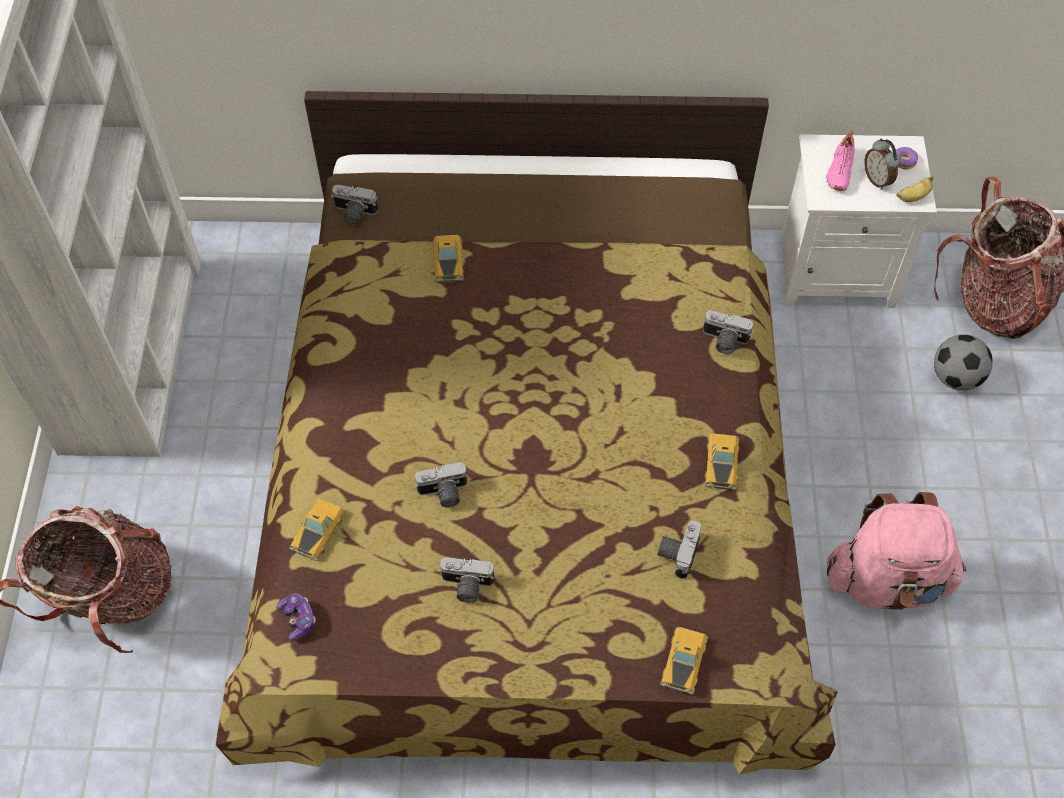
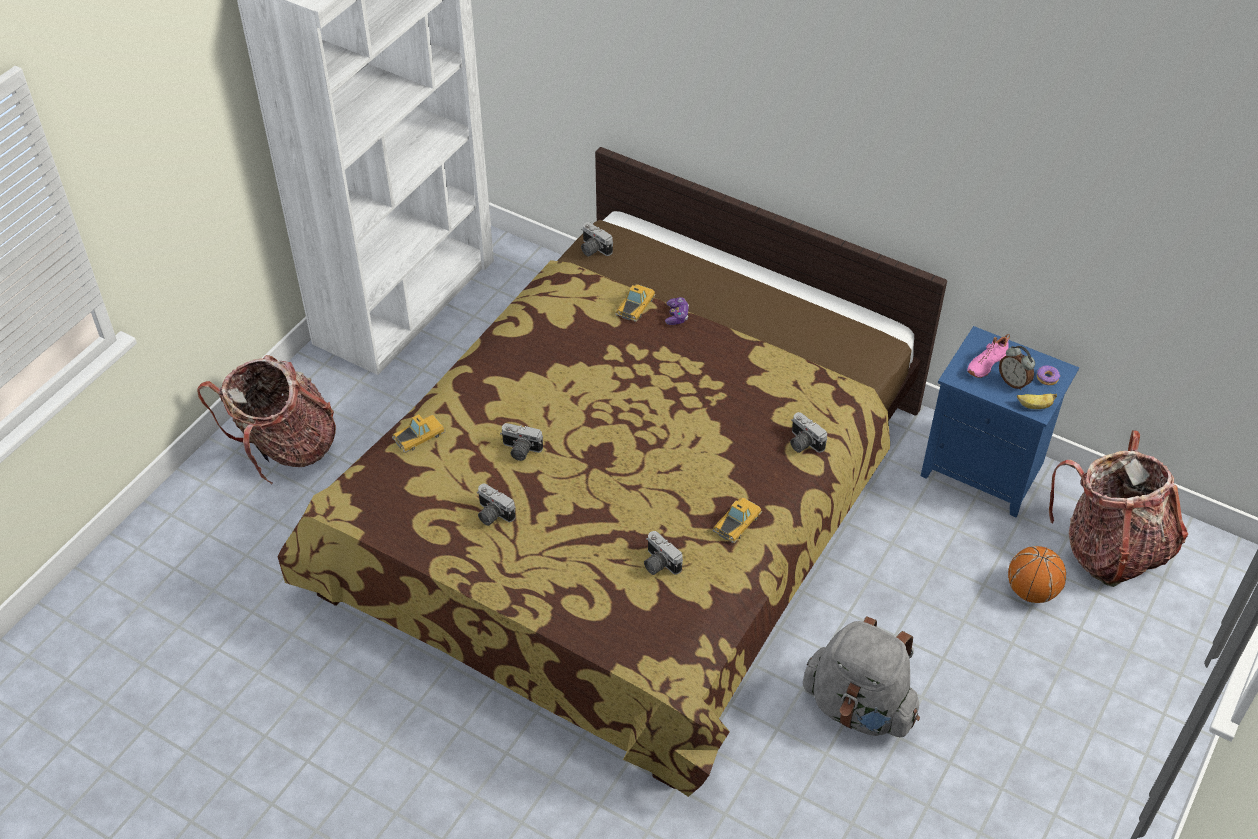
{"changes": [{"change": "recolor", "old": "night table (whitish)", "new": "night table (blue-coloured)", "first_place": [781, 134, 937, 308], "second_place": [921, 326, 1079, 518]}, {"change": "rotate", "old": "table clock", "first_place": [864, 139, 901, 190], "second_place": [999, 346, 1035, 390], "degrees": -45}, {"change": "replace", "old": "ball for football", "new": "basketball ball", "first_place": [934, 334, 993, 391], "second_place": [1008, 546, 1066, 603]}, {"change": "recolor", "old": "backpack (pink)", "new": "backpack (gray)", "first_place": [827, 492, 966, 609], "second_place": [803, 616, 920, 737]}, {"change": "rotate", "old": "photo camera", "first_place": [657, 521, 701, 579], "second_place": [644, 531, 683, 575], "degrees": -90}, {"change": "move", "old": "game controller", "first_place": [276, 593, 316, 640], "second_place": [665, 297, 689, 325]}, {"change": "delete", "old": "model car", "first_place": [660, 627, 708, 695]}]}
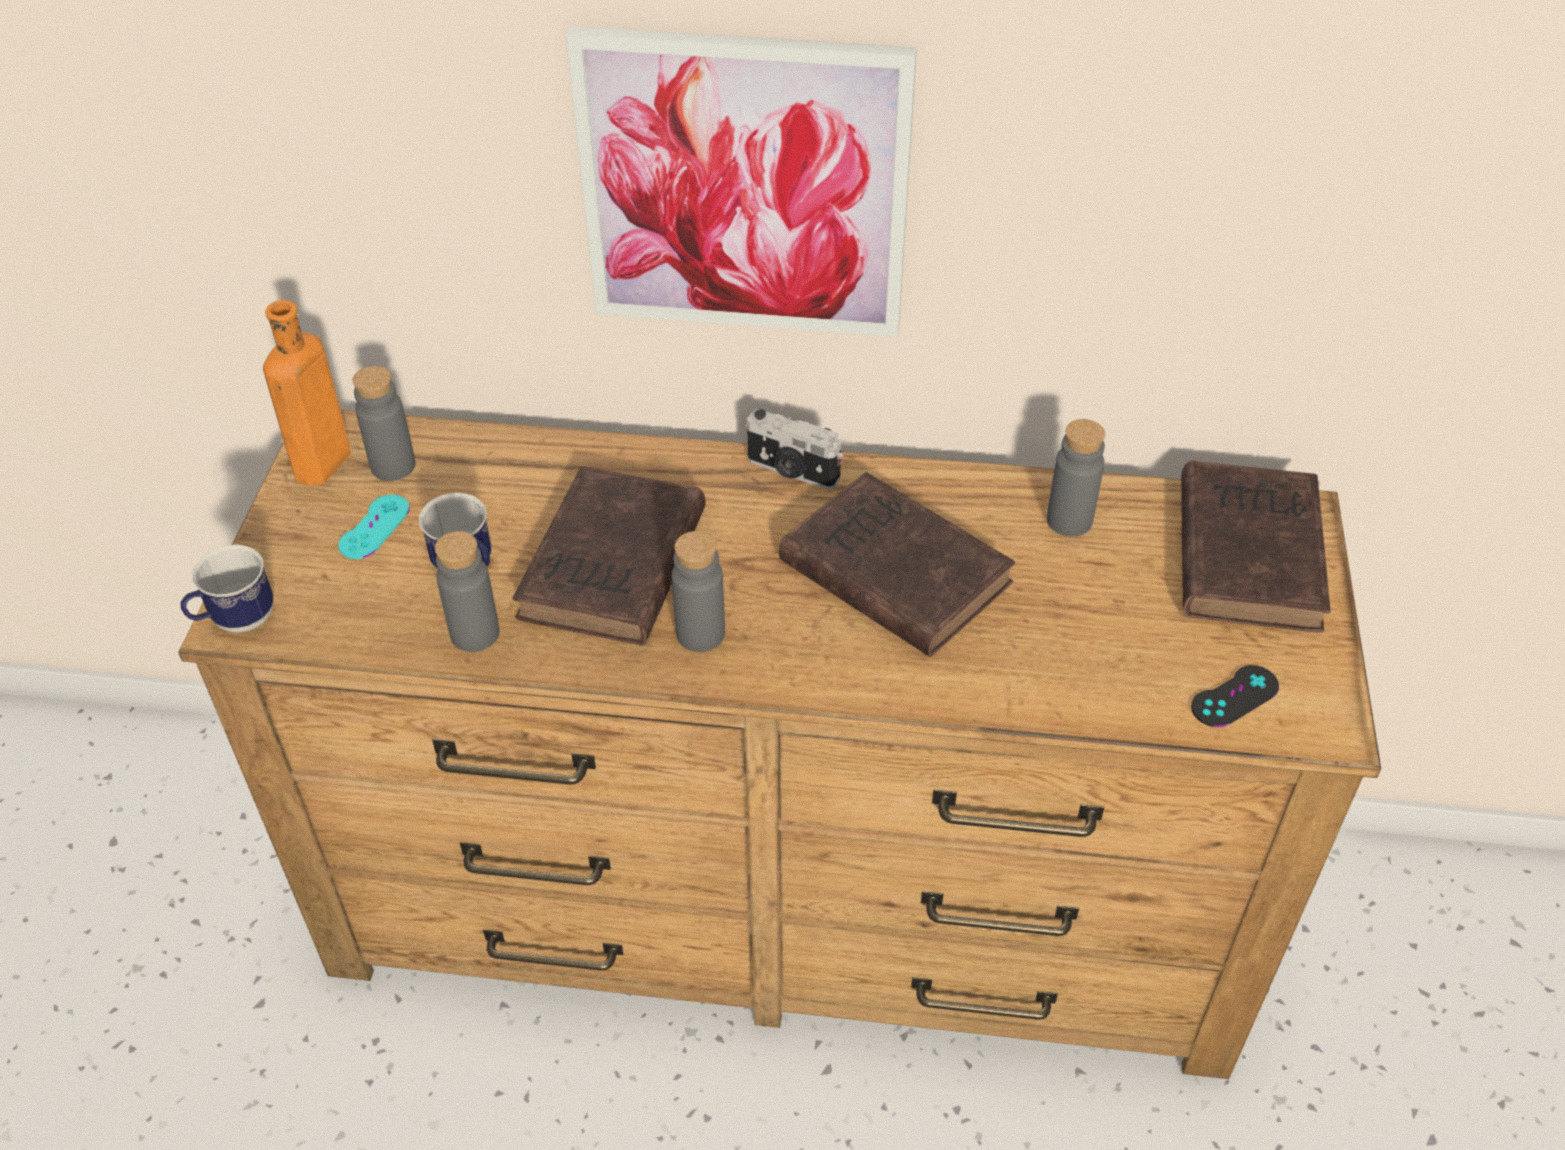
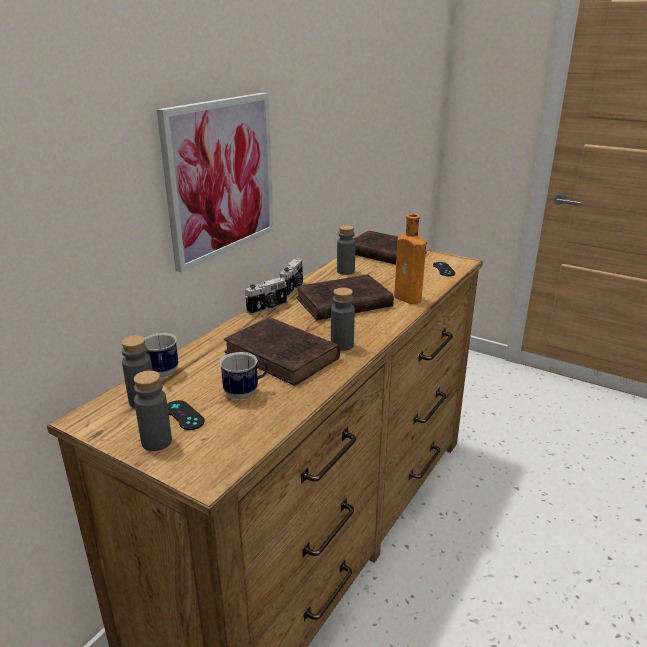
{"changes": [{"change": "move", "old": "bottle (orange-coloured)", "first_place": [263, 300, 351, 486], "second_place": [394, 214, 426, 304]}, {"change": "recolor", "old": "game controller (turquoise-coloured)", "new": "game controller (black-coloured)", "first_place": [338, 494, 410, 559], "second_place": [167, 400, 205, 430]}, {"change": "move", "old": "bottle (gray)", "first_place": [435, 531, 499, 652], "second_place": [134, 370, 172, 451]}, {"change": "move", "old": "coffee mug", "first_place": [181, 545, 273, 633], "second_place": [145, 333, 178, 378]}, {"change": "insert", "new": "photo camera", "second_place": [280, 258, 303, 297]}]}
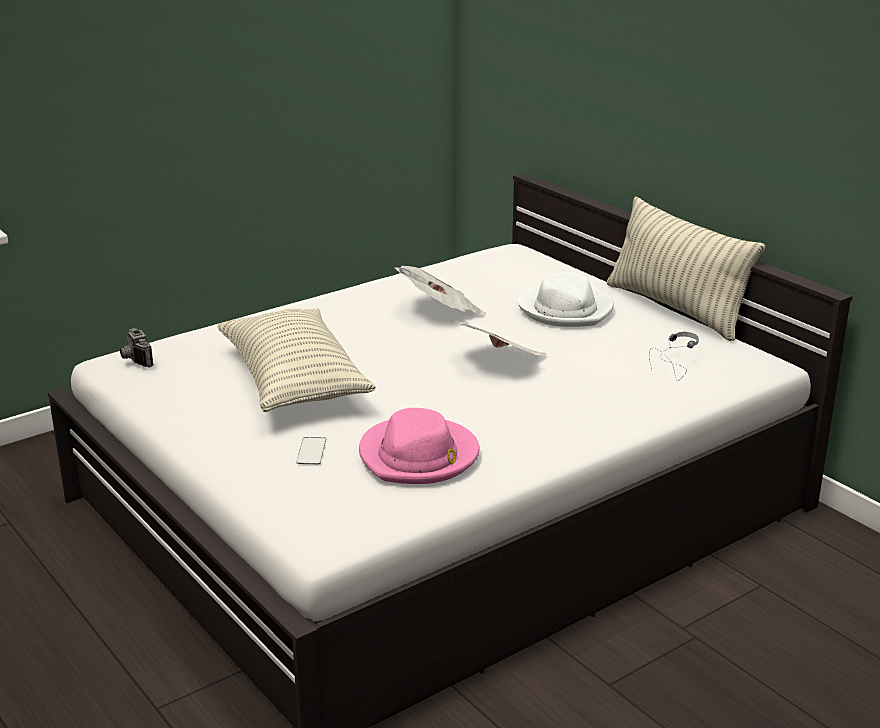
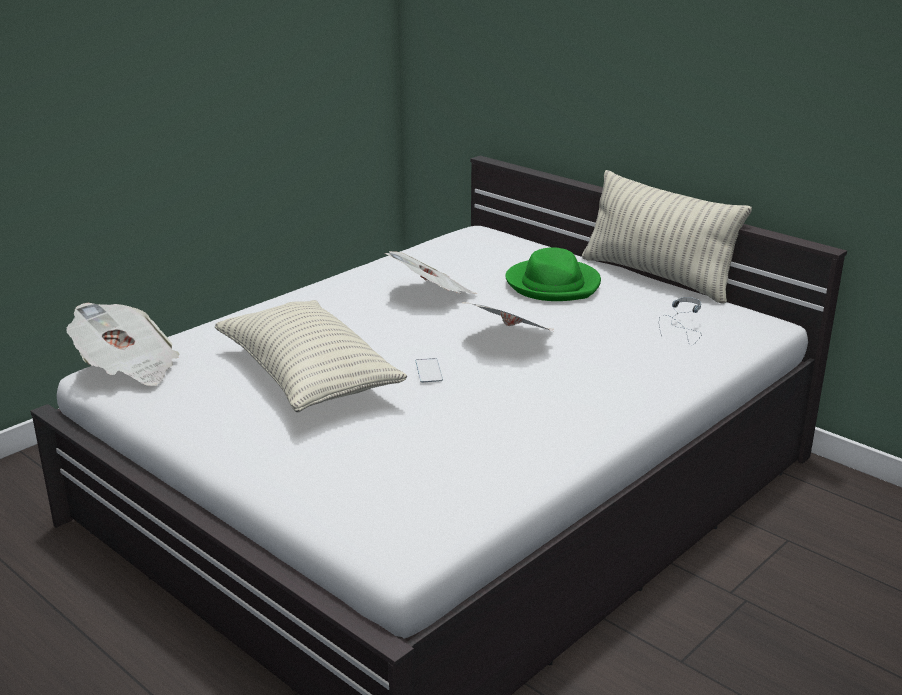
{"changes": [{"change": "recolor", "old": "hat (whitish)", "new": "hat (green-coloured)", "first_place": [517, 272, 614, 327], "second_place": [505, 247, 601, 301]}, {"change": "replace", "old": "photo camera", "new": "printed paper", "first_place": [120, 328, 154, 368], "second_place": [66, 303, 179, 386]}, {"change": "delete", "old": "hat (pink)", "first_place": [359, 408, 480, 484]}, {"change": "move", "old": "phone", "first_place": [296, 437, 326, 464], "second_place": [415, 358, 443, 382]}]}
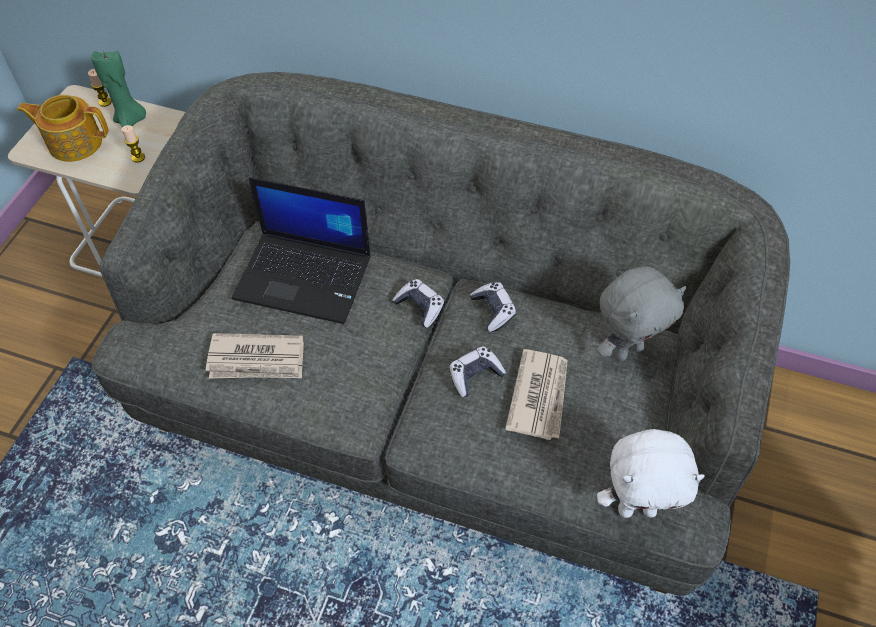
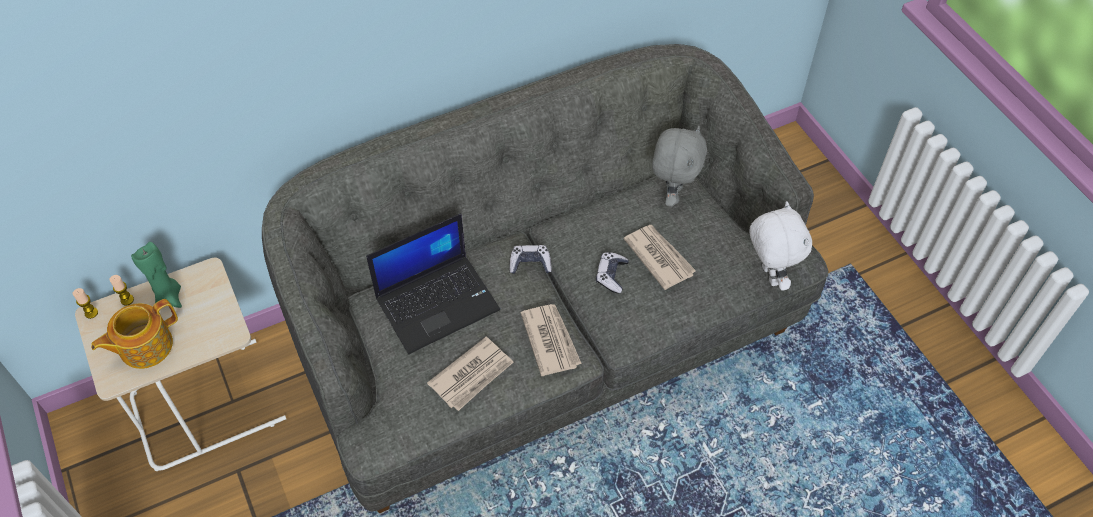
{"changes": [{"change": "move", "old": "wax candle", "first_place": [121, 125, 145, 163], "second_place": [73, 288, 98, 319]}, {"change": "delete", "old": "game controller", "first_place": [470, 282, 516, 332]}, {"change": "rotate", "old": "cuddly toy (whitish)", "first_place": [597, 429, 705, 518], "second_place": [750, 201, 812, 291], "degrees": -60}, {"change": "insert", "new": "printed paper", "second_place": [521, 304, 582, 376]}]}
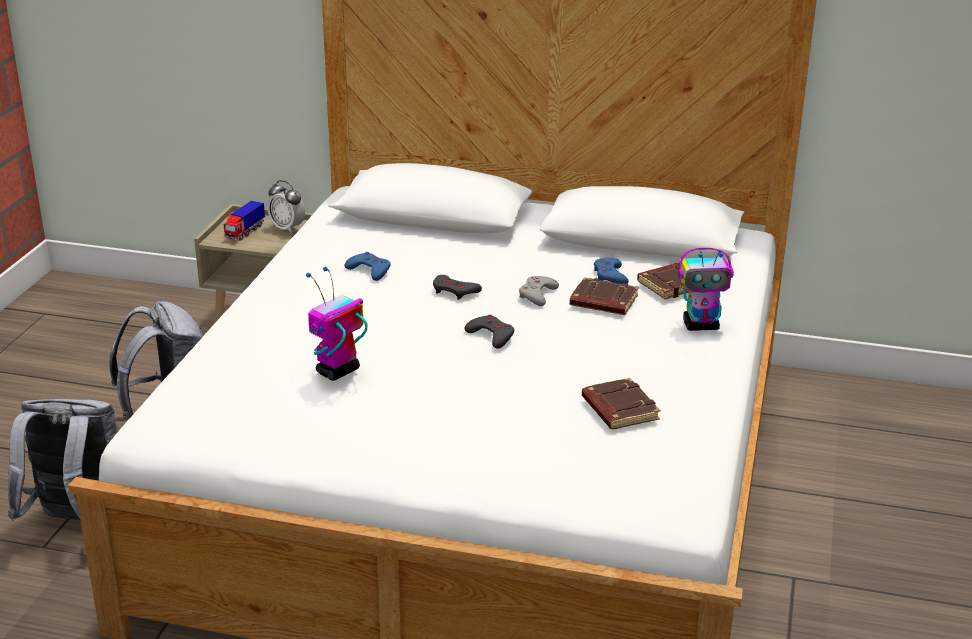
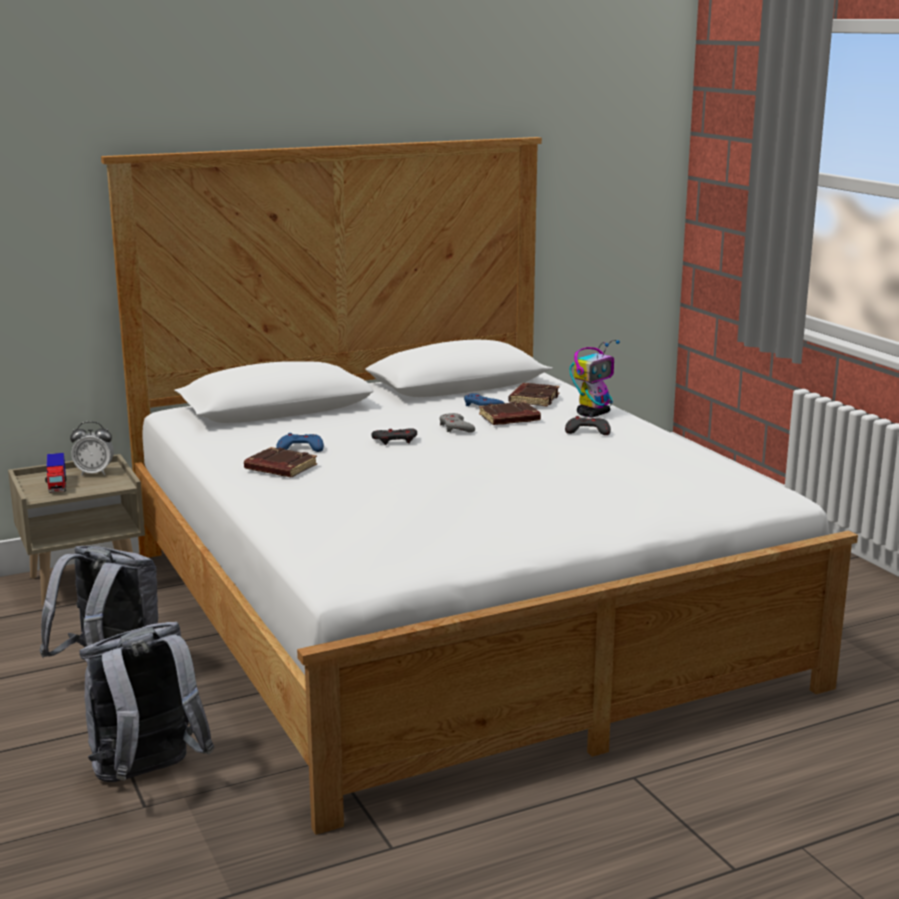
{"changes": [{"change": "delete", "old": "model robot", "first_place": [306, 266, 367, 381]}, {"change": "move", "old": "game controller (gray)", "first_place": [464, 315, 514, 348], "second_place": [565, 416, 611, 435]}, {"change": "move", "old": "volume (brown)", "first_place": [582, 378, 660, 429], "second_place": [244, 447, 317, 477]}]}
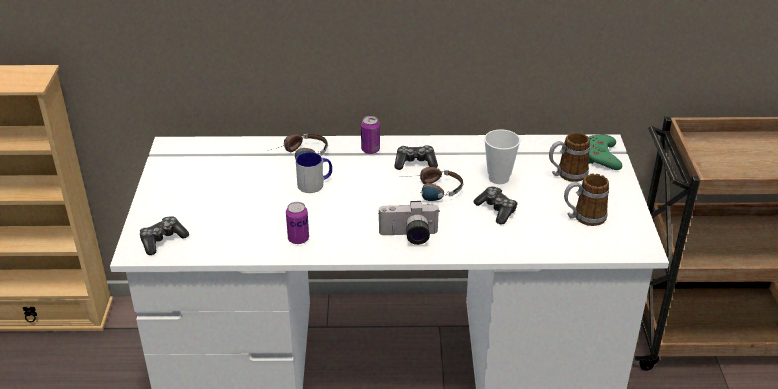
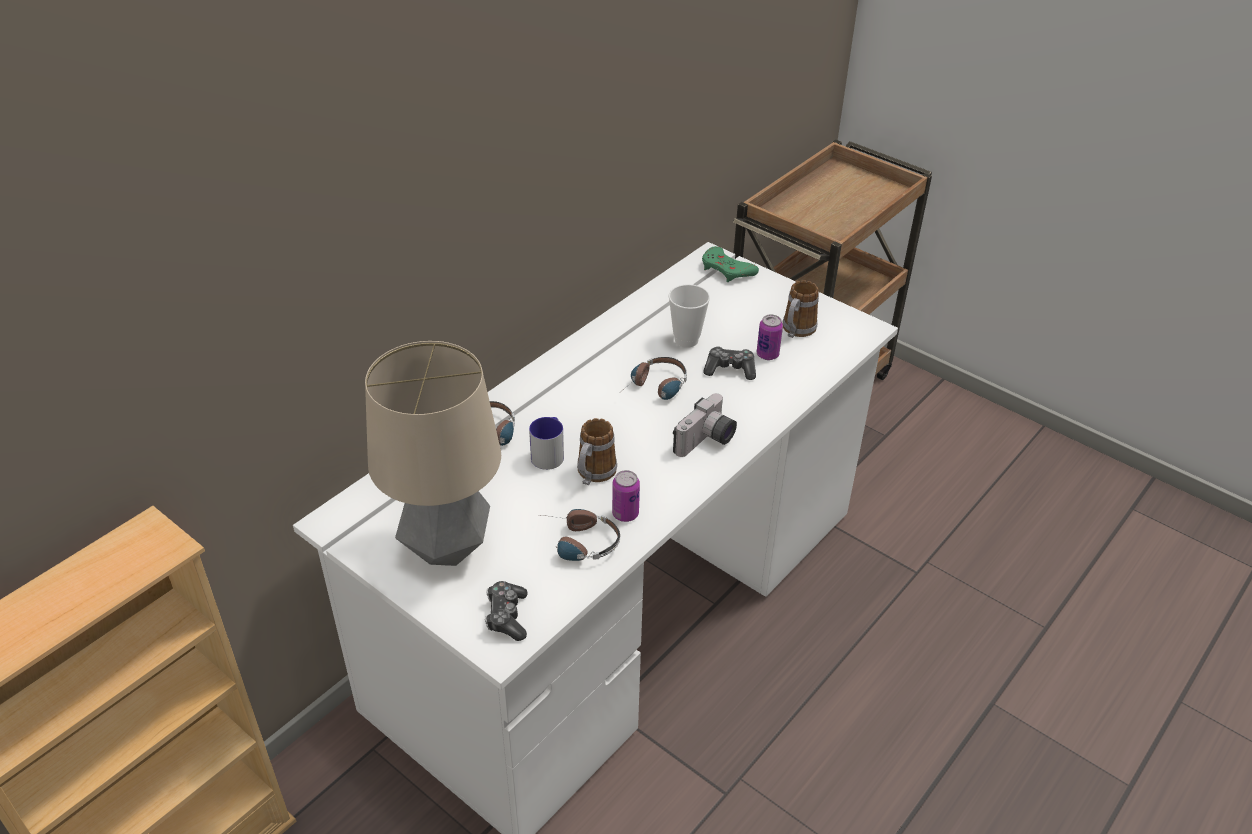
{"changes": [{"change": "move", "old": "metal can", "first_place": [361, 116, 380, 154], "second_place": [757, 314, 783, 360]}, {"change": "move", "old": "coffee mug", "first_place": [549, 132, 590, 182], "second_place": [577, 418, 617, 485]}, {"change": "delete", "old": "game controller", "first_place": [394, 145, 438, 170]}, {"change": "insert", "new": "lamp for a table", "second_place": [365, 341, 501, 566]}, {"change": "insert", "new": "headphones", "second_place": [542, 509, 620, 561]}]}
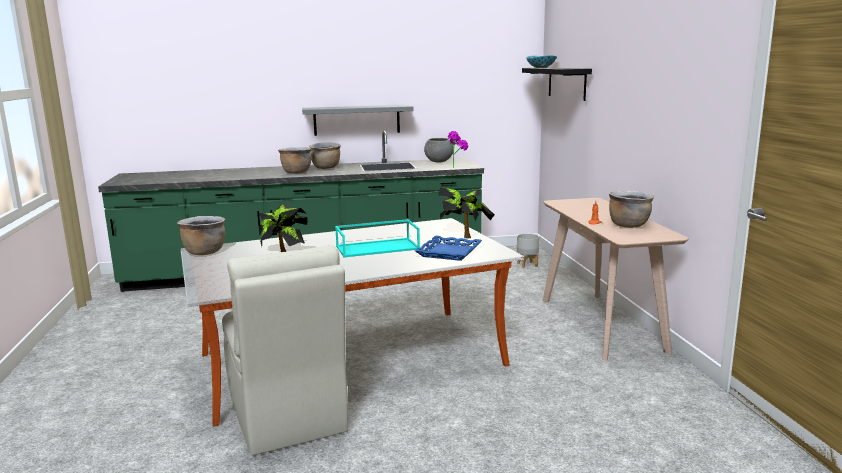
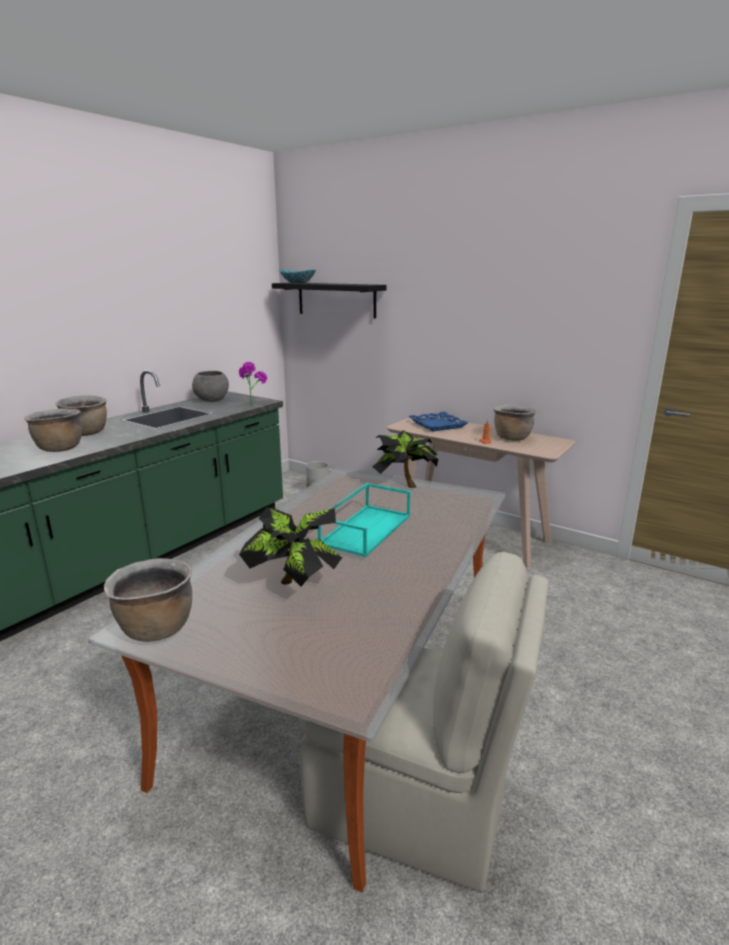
{"changes": [{"change": "delete", "old": "shelf (gray)", "first_place": [302, 105, 414, 136]}, {"change": "move", "old": "carrying tray (blue-coloured)", "first_place": [415, 236, 482, 261], "second_place": [409, 412, 468, 431]}]}
